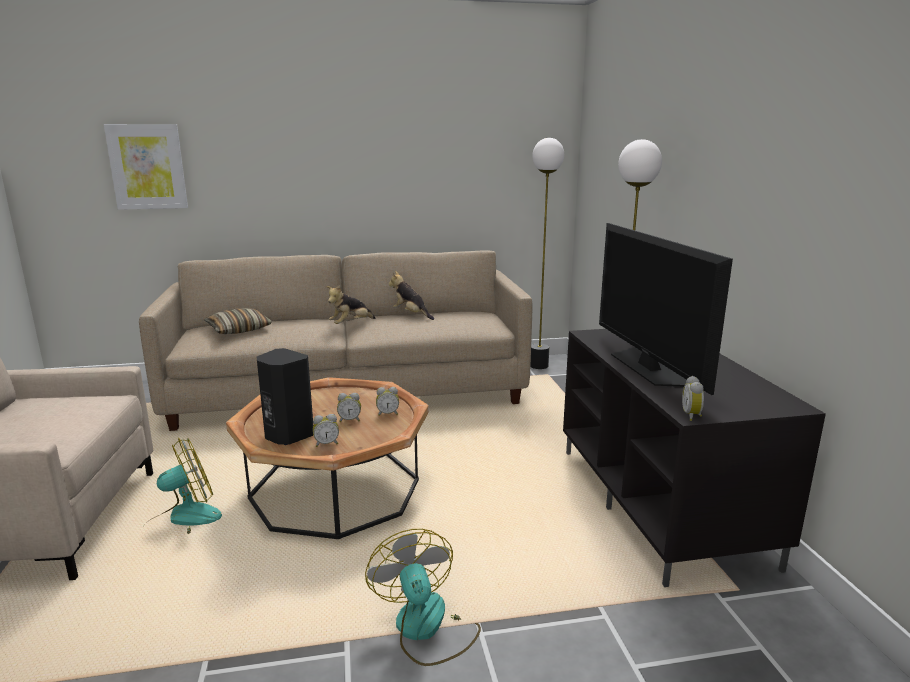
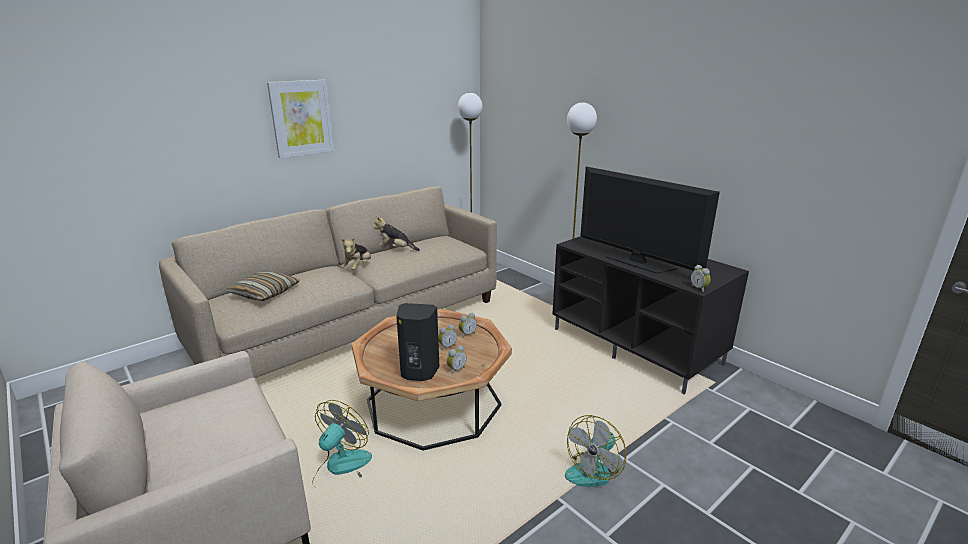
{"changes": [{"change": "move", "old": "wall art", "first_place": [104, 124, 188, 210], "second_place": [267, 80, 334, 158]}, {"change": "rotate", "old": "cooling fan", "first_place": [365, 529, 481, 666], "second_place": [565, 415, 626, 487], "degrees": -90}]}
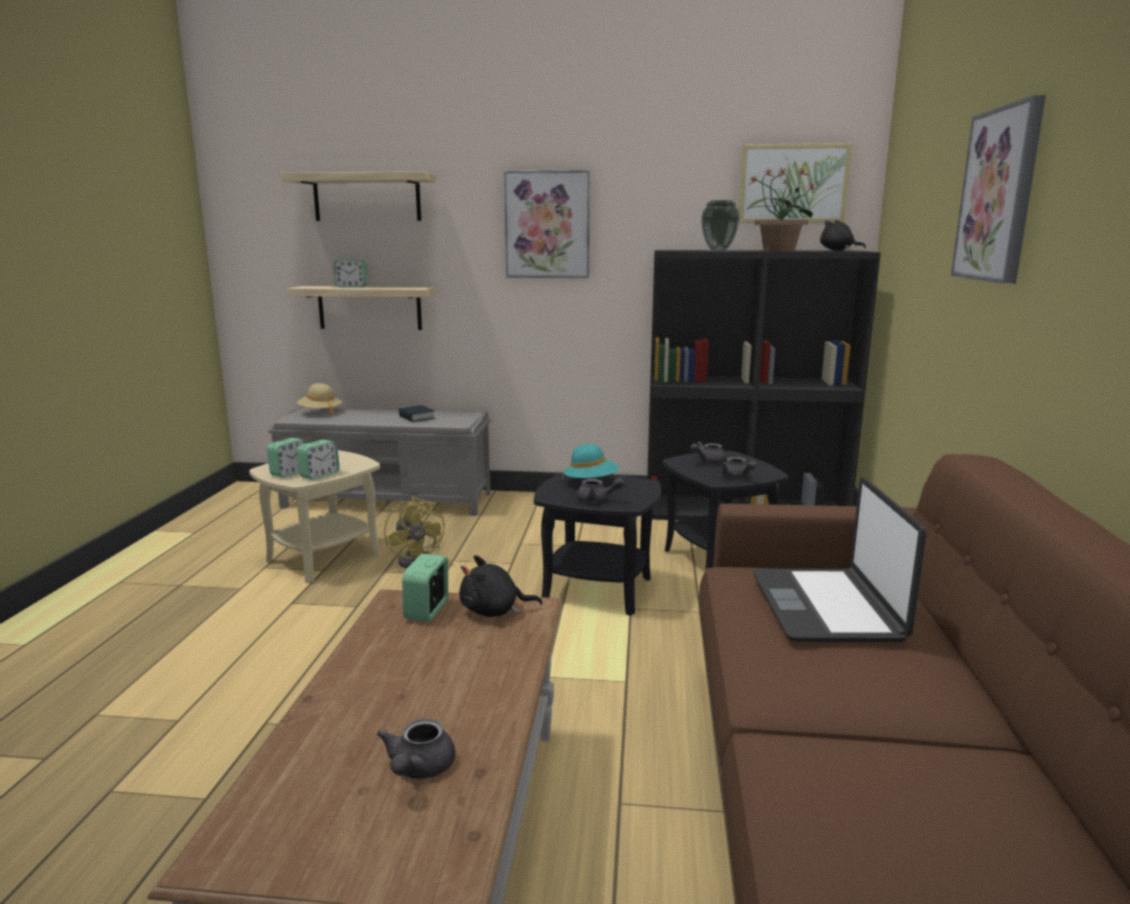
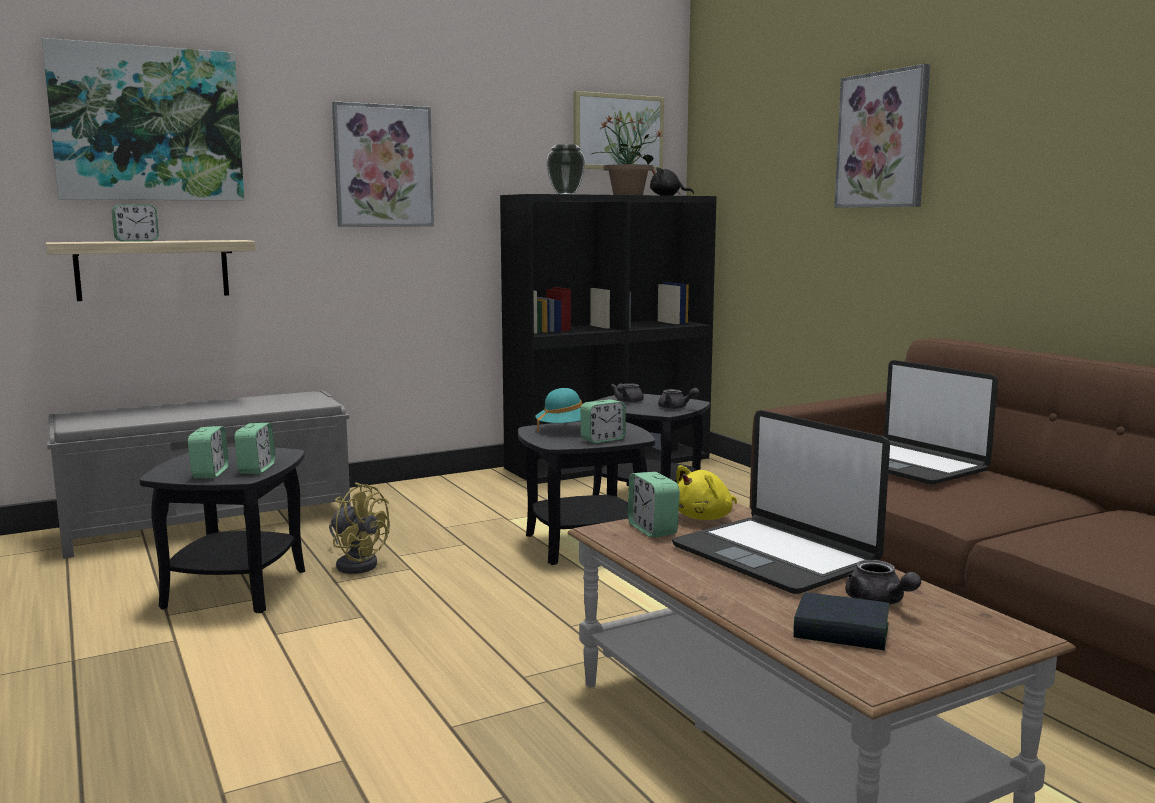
{"changes": [{"change": "replace", "old": "shelf", "new": "wall art", "first_place": [280, 171, 436, 221], "second_place": [42, 38, 244, 201]}, {"change": "delete", "old": "hat (sand-coloured)", "first_place": [297, 383, 342, 416]}, {"change": "move", "old": "volume", "first_place": [399, 405, 435, 422], "second_place": [794, 592, 889, 650]}, {"change": "recolor", "old": "side table (sand-coloured)", "new": "side table (black-coloured)", "first_place": [249, 450, 380, 583], "second_place": [139, 447, 305, 613]}, {"change": "replace", "old": "teapot (gray)", "new": "table clock", "first_place": [577, 478, 624, 503], "second_place": [580, 399, 626, 443]}, {"change": "recolor", "old": "cuddly toy (black-coloured)", "new": "cuddly toy (yellow-coloured)", "first_place": [459, 555, 543, 617], "second_place": [676, 465, 737, 520]}, {"change": "insert", "new": "notebook computer", "second_place": [672, 410, 890, 594]}]}
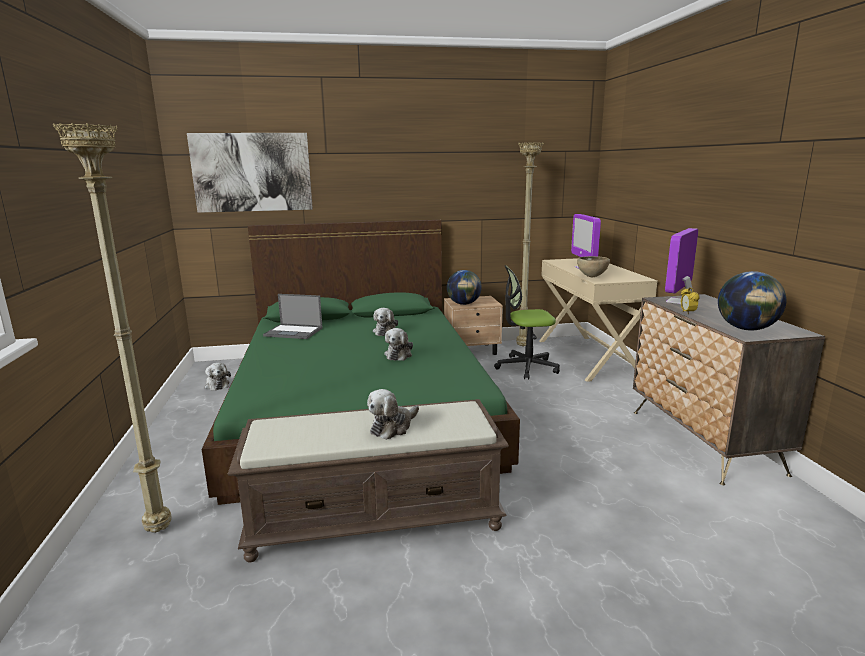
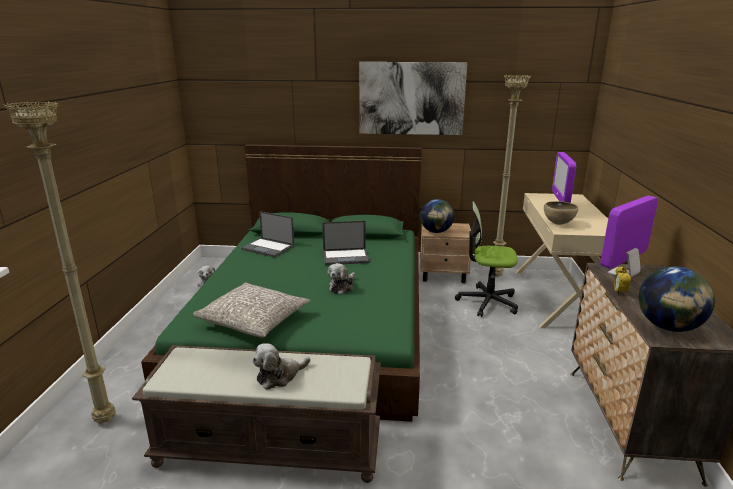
{"changes": [{"change": "move", "old": "wall art", "first_place": [187, 133, 313, 213], "second_place": [359, 62, 467, 135]}, {"change": "replace", "old": "cuddly toy", "new": "notebook computer", "first_place": [373, 308, 398, 336], "second_place": [322, 221, 369, 265]}, {"change": "insert", "new": "pillow (gray)", "second_place": [193, 283, 310, 338]}]}
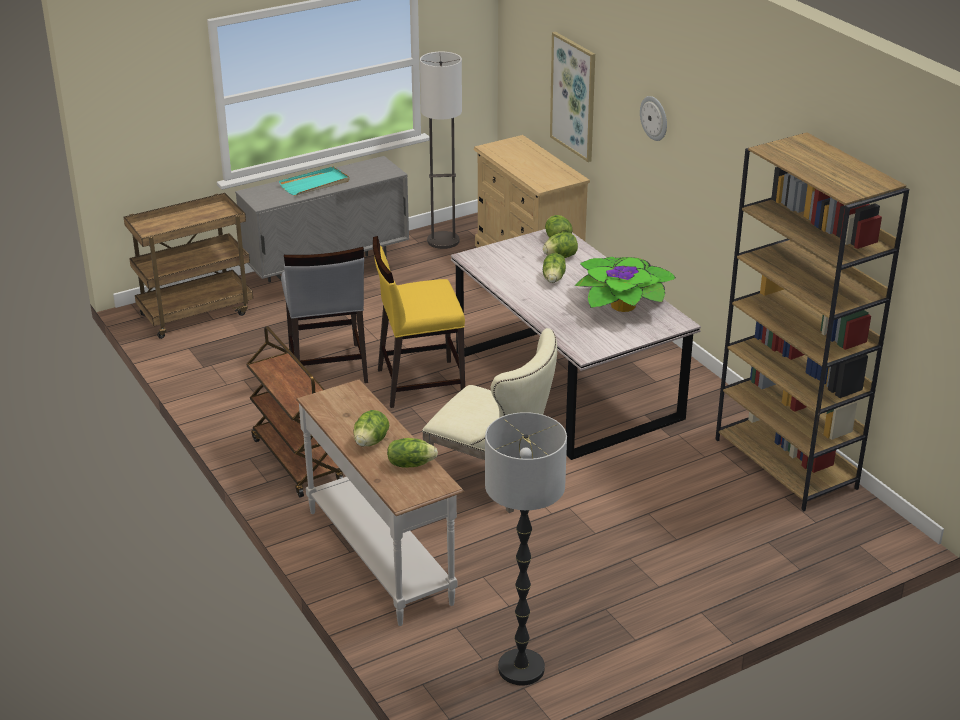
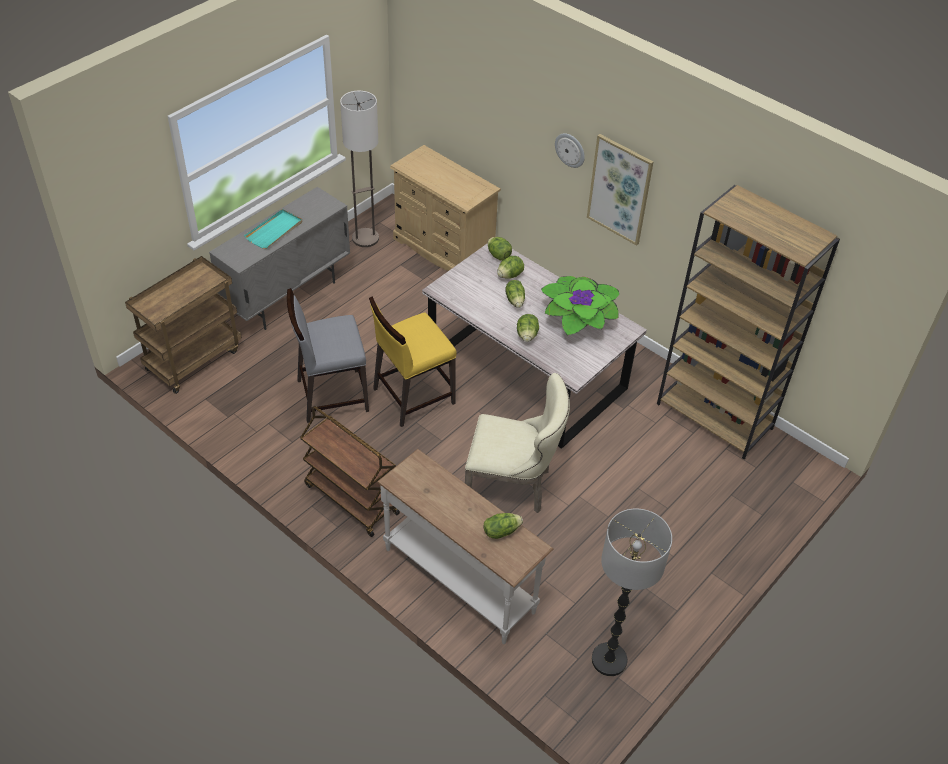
{"changes": [{"change": "move", "old": "wall art", "first_place": [550, 32, 595, 162], "second_place": [587, 134, 653, 246]}, {"change": "rotate", "old": "chair (gray)", "first_place": [281, 247, 368, 383], "second_place": [287, 288, 369, 423], "degrees": 105}, {"change": "move", "old": "lettuce", "first_place": [353, 410, 389, 447], "second_place": [517, 314, 539, 342]}]}
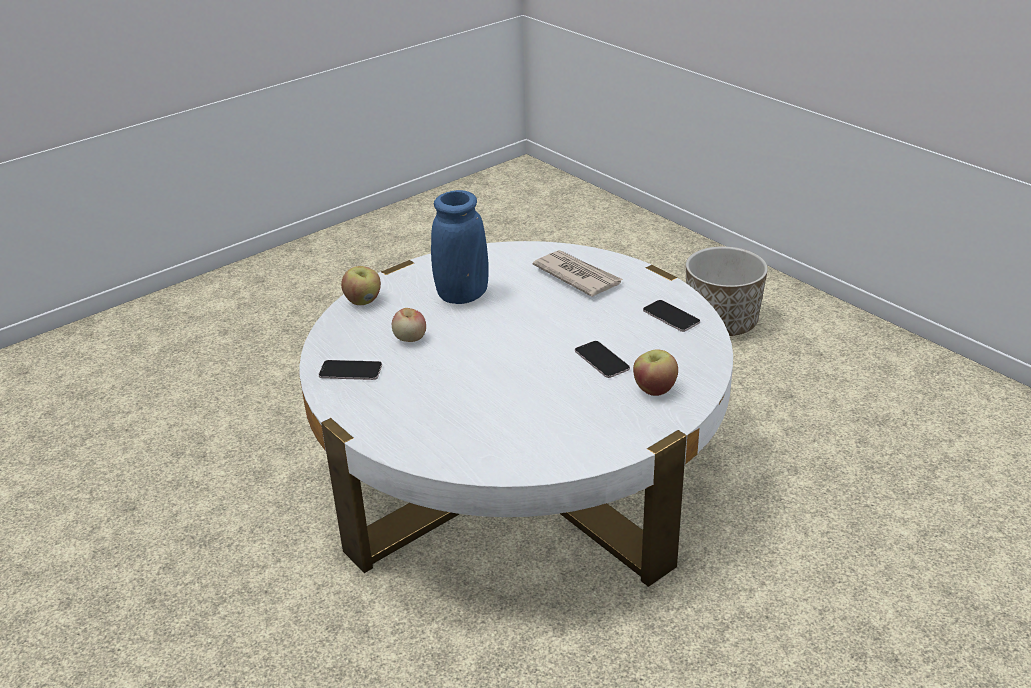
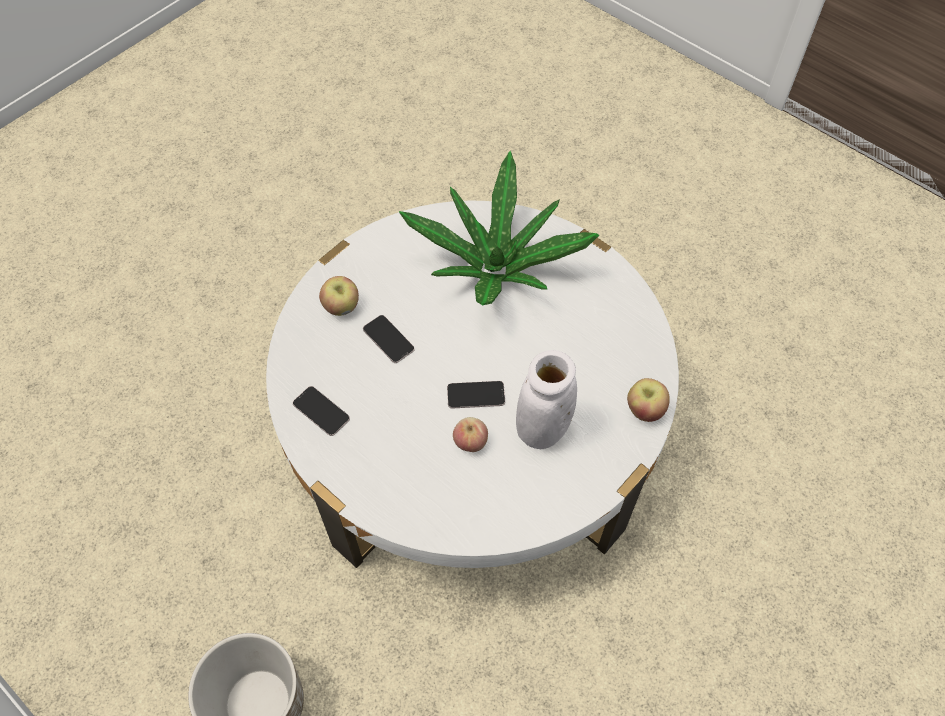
{"changes": [{"change": "recolor", "old": "flower vase (blue-coloured)", "new": "flower vase (whitish)", "first_place": [431, 190, 489, 304], "second_place": [516, 350, 577, 449]}, {"change": "delete", "old": "printed paper", "first_place": [533, 250, 623, 297]}, {"change": "move", "old": "apple fruit", "first_place": [392, 308, 426, 342], "second_place": [453, 417, 488, 452]}, {"change": "move", "old": "phone", "first_place": [319, 360, 382, 380], "second_place": [447, 381, 505, 408]}, {"change": "insert", "new": "potted plant", "second_place": [399, 151, 599, 305]}]}
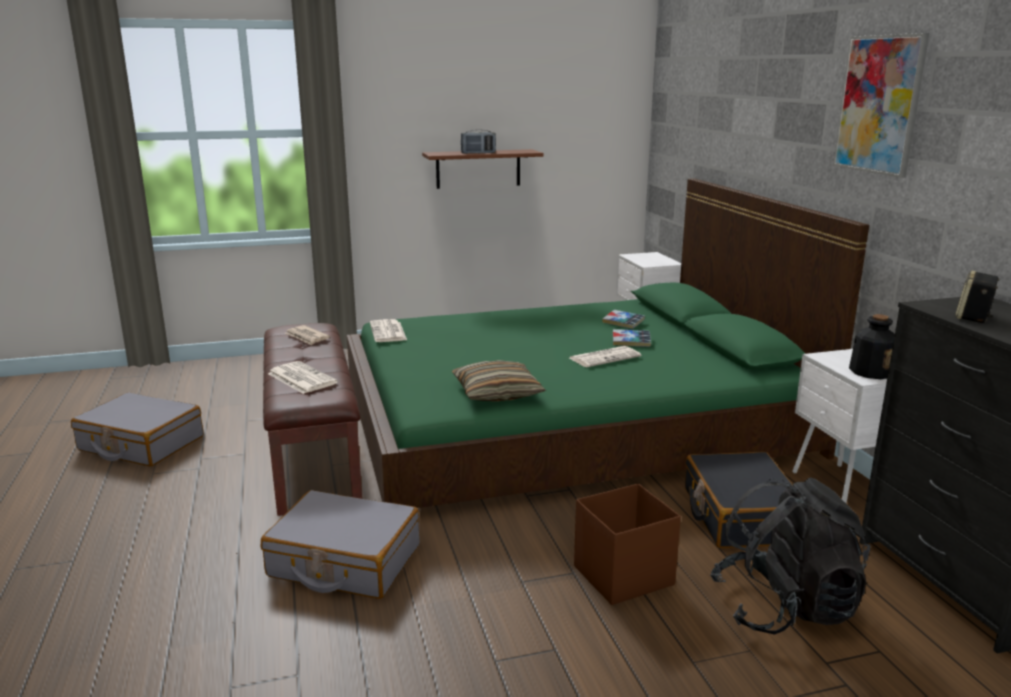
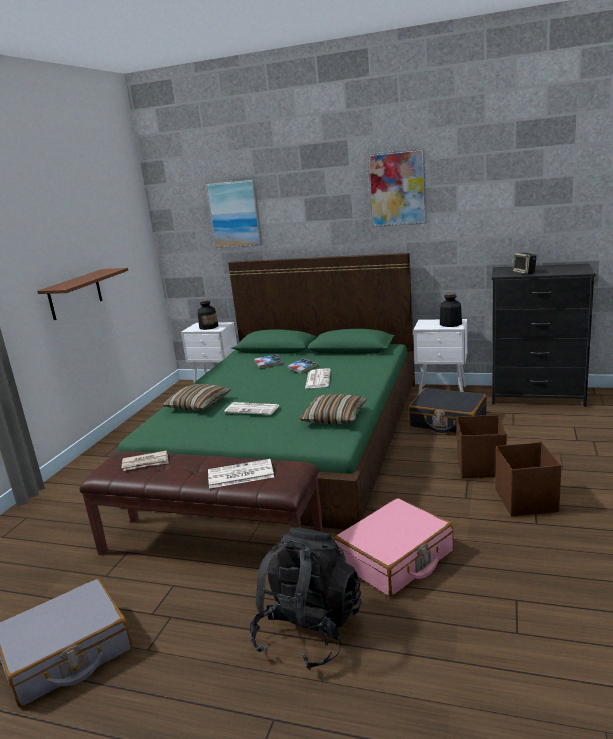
{"changes": [{"change": "delete", "old": "radio set", "first_place": [461, 130, 496, 154]}, {"change": "move", "old": "printed paper", "first_place": [370, 319, 407, 342], "second_place": [224, 402, 280, 415]}, {"change": "move", "old": "backpack (black-coloured)", "first_place": [710, 477, 870, 635], "second_place": [250, 527, 361, 670]}, {"change": "recolor", "old": "piece of luggage (gray)", "new": "piece of luggage (pink)", "first_place": [261, 490, 420, 599], "second_place": [334, 498, 453, 597]}, {"change": "insert", "new": "wall art", "second_place": [206, 180, 262, 248]}, {"change": "insert", "new": "bottle", "second_place": [197, 300, 219, 330]}, {"change": "insert", "new": "pillow", "second_place": [163, 384, 231, 411]}, {"change": "insert", "new": "storage container (brown)", "second_place": [496, 442, 561, 516]}]}
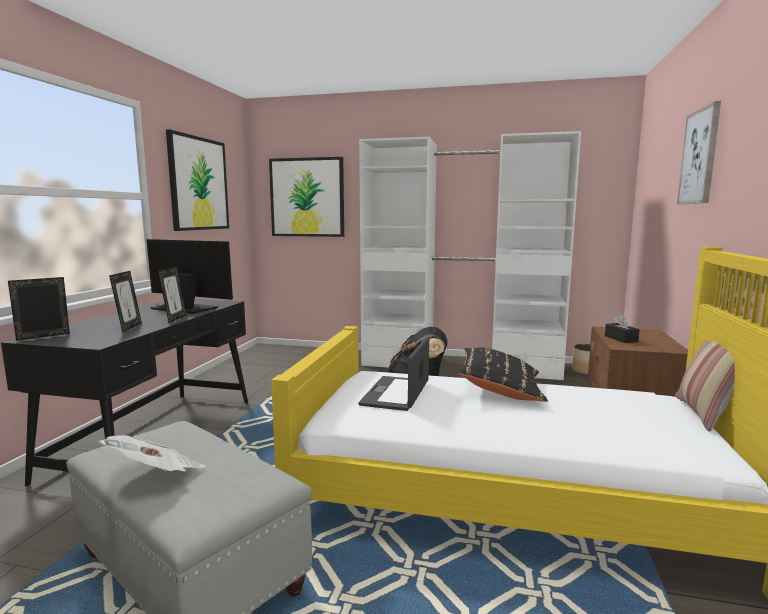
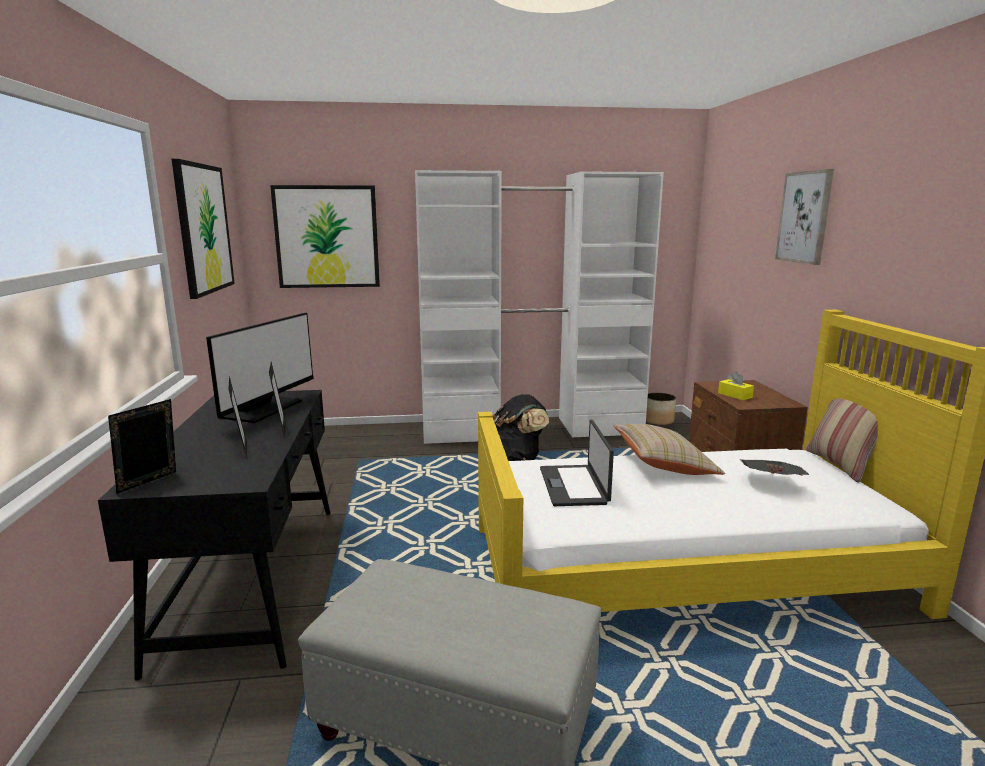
{"changes": [{"change": "rotate", "old": "computer screen", "first_place": [146, 239, 233, 314], "second_place": [206, 313, 314, 423], "degrees": 105}, {"change": "recolor", "old": "box of tissues (black-coloured)", "new": "box of tissues (yellow-coloured)", "first_place": [605, 314, 640, 343], "second_place": [718, 372, 754, 400]}, {"change": "recolor", "old": "pillow (black-coloured)", "new": "pillow (sand-coloured)", "first_place": [457, 348, 548, 402], "second_place": [613, 424, 725, 475]}, {"change": "move", "old": "printed paper", "first_place": [99, 435, 206, 471], "second_place": [739, 459, 809, 475]}]}
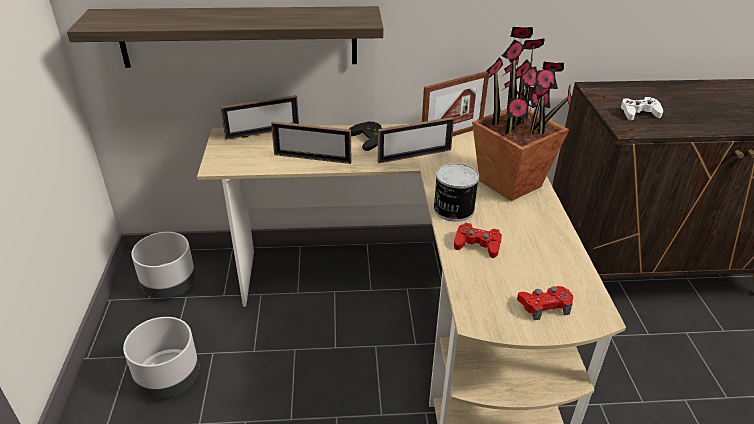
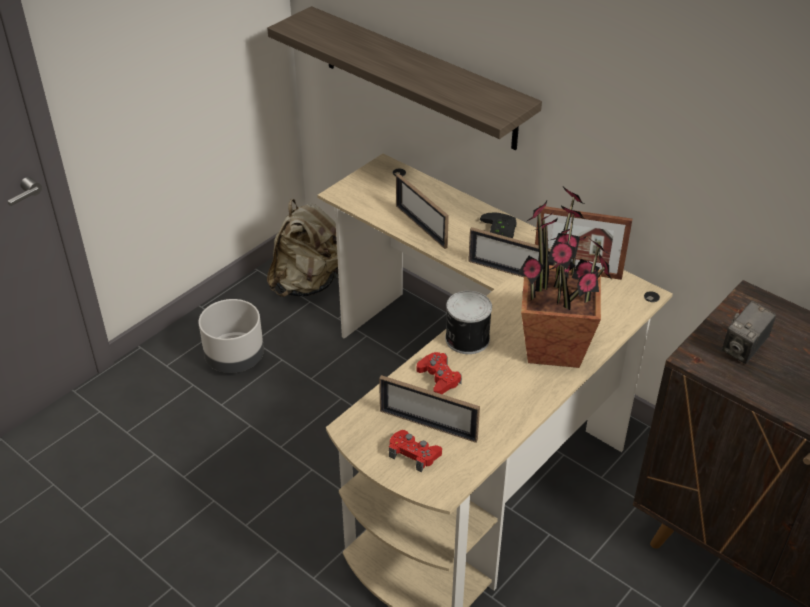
{"changes": [{"change": "move", "old": "standing frame", "first_place": [220, 95, 299, 140], "second_place": [379, 375, 480, 443]}, {"change": "replace", "old": "game controller (whitish)", "new": "photo camera", "first_place": [620, 97, 663, 120], "second_place": [722, 301, 776, 364]}, {"change": "replace", "old": "plant pot (gray)", "new": "backpack (sand-coloured)", "first_place": [131, 232, 196, 298], "second_place": [267, 199, 339, 297]}]}
